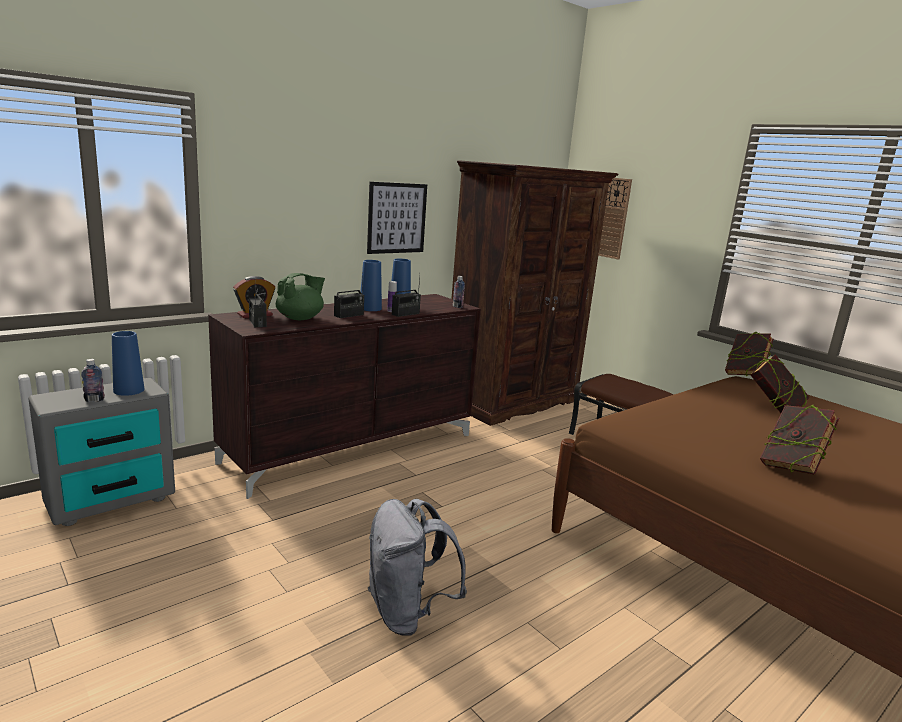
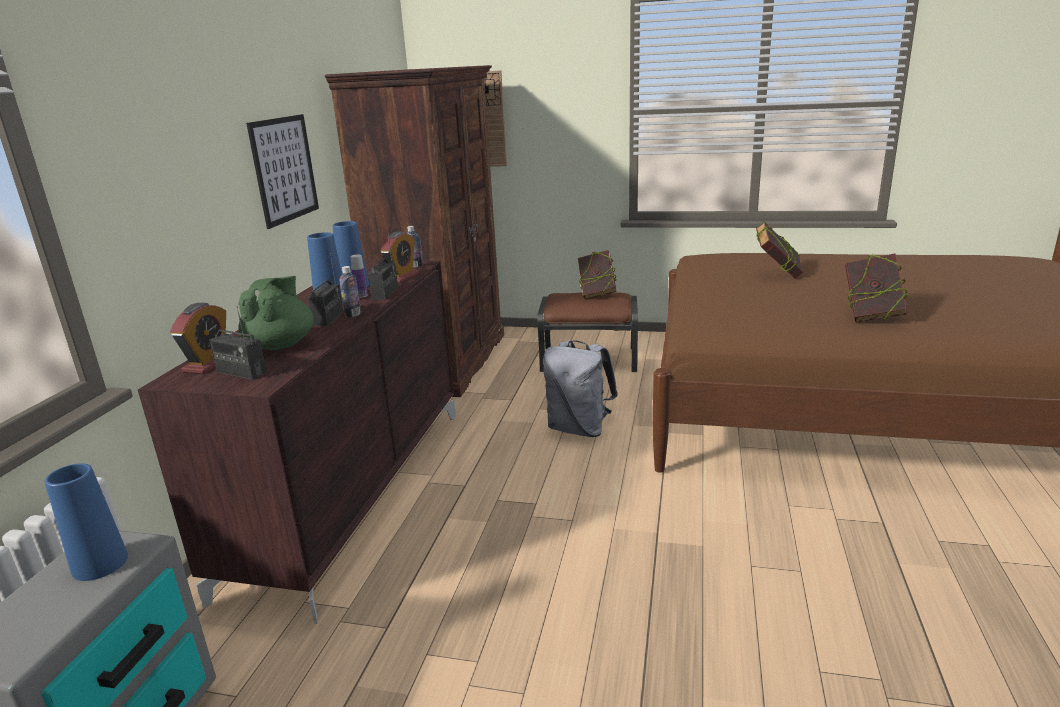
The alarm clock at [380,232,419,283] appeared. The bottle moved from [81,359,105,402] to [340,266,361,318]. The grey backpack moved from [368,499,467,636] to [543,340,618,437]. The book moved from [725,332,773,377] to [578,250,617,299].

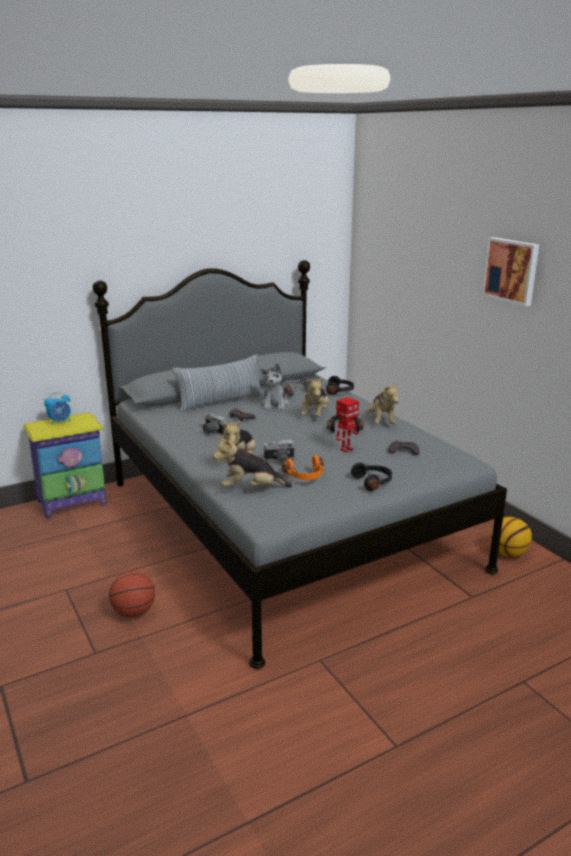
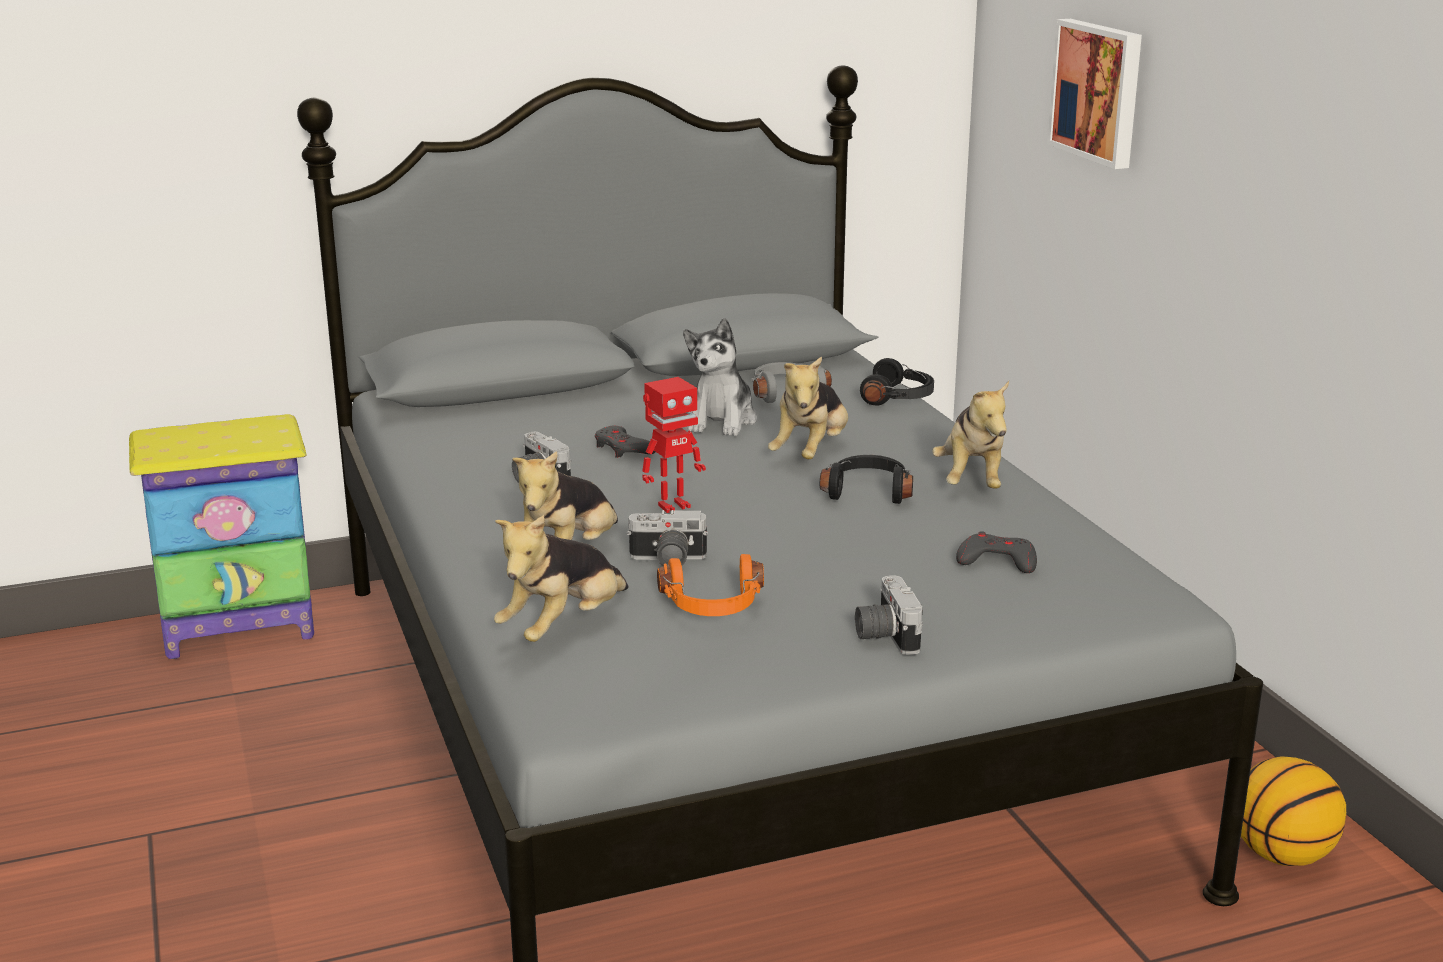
The alarm clock at [44,392,71,425] disappeared. The basketball at [109,571,155,617] disappeared. The pillow at [173,354,264,412] disappeared. The toy robot moved from [336,397,359,453] to [643,377,706,513]. The picture moved from [482,237,539,307] to [1047,19,1142,169]. The black headphones at [351,463,392,491] was replaced by the photo camera at [855,575,923,655]. The plush toy at [213,436,292,487] turned 60 degrees counterclockwise.

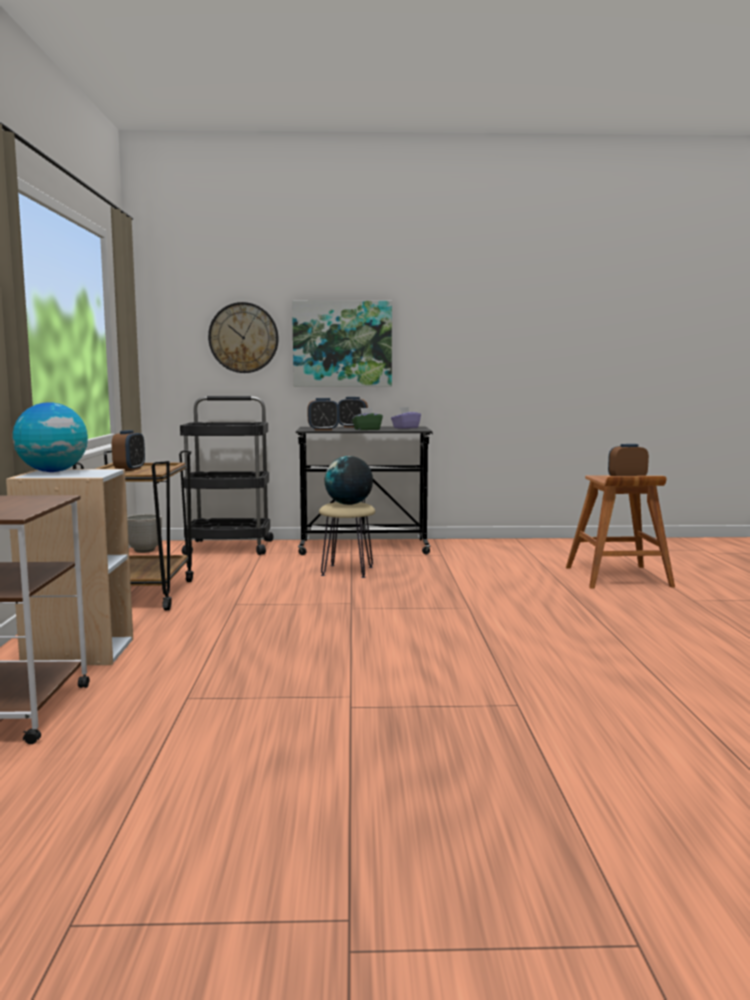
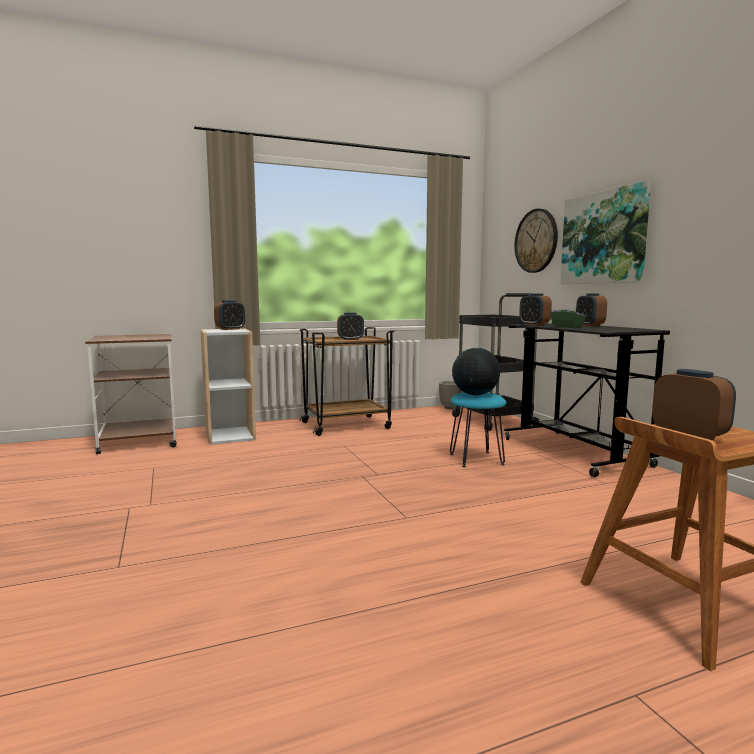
The purple tissue box at [391,407,421,429] disappeared. The globe at [13,402,88,472] was replaced by the alarm clock at [214,300,245,330]. The beige stool at [319,502,375,578] became the turquoise stool at [450,392,506,467].

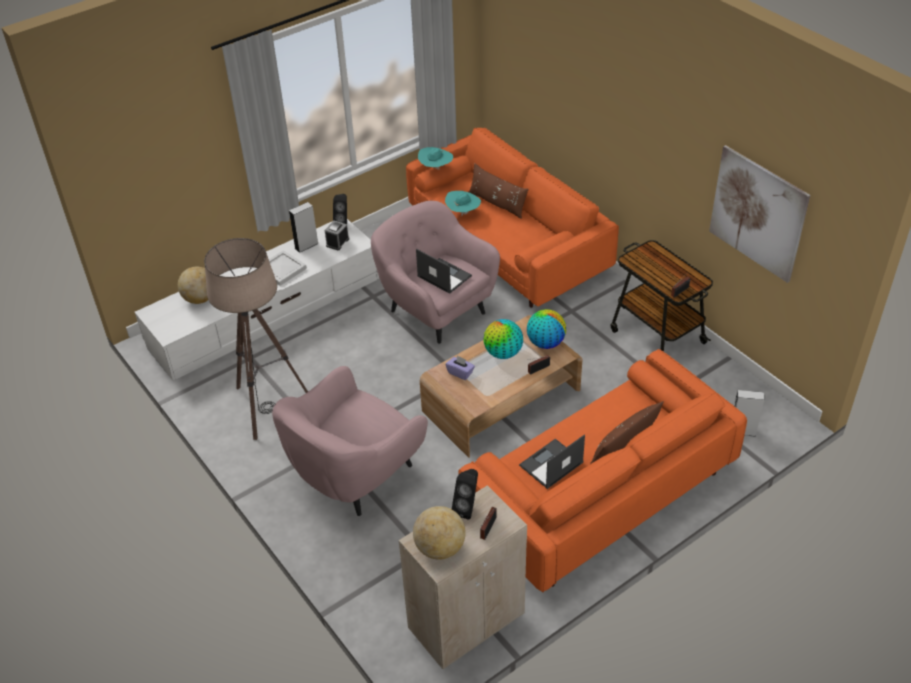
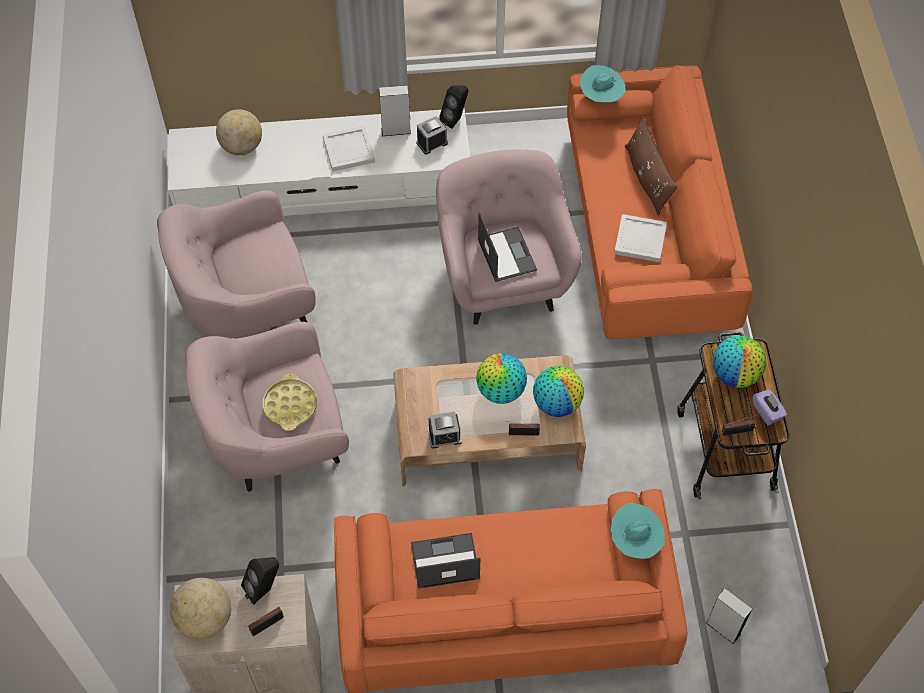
The brown pillow at [590,401,664,464] disappeared. The picture at [709,145,811,283] disappeared. The yellow tray at [263,374,317,431] appeared. The alarm clock at [428,411,462,448] appeared. The white tray at [614,214,667,262] appeared. The globe at [713,336,766,388] appeared. The turquoise hat moved from [445,191,481,216] to [611,503,665,559]. The purple tissue box moved from [446,355,475,380] to [753,389,787,425]. The floor lamp at [204,238,308,440] was replaced by the pink armchair at [157,190,316,338].

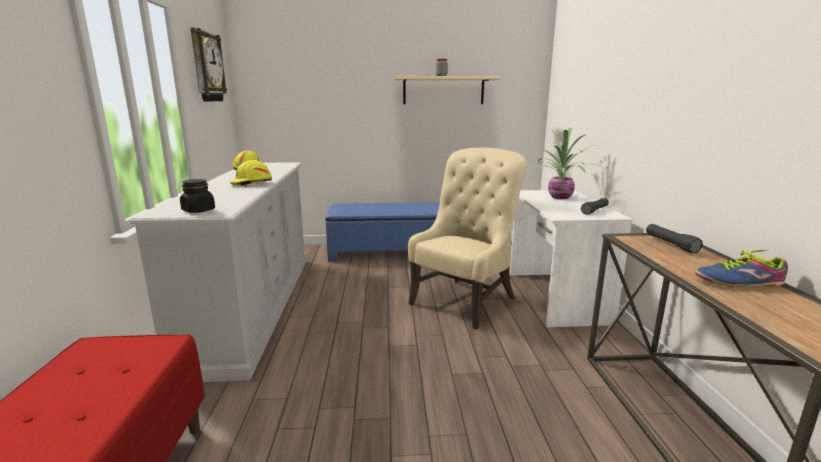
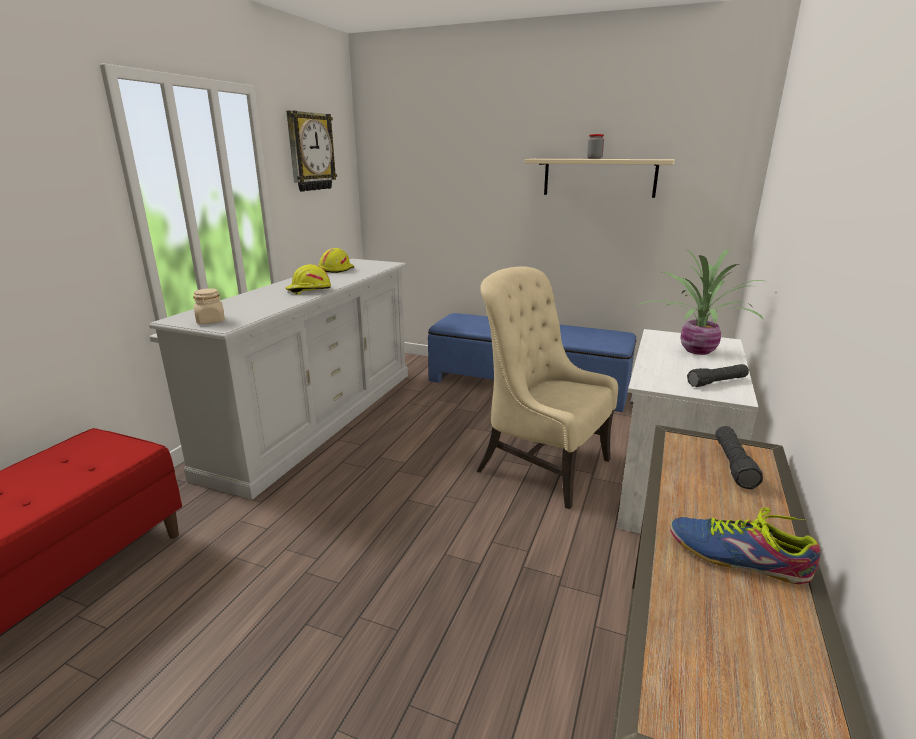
The black jar at [180,179,215,213] became the beige jar at [193,288,225,324]. The beige chair at [408,148,527,330] turned 120 degrees counterclockwise.

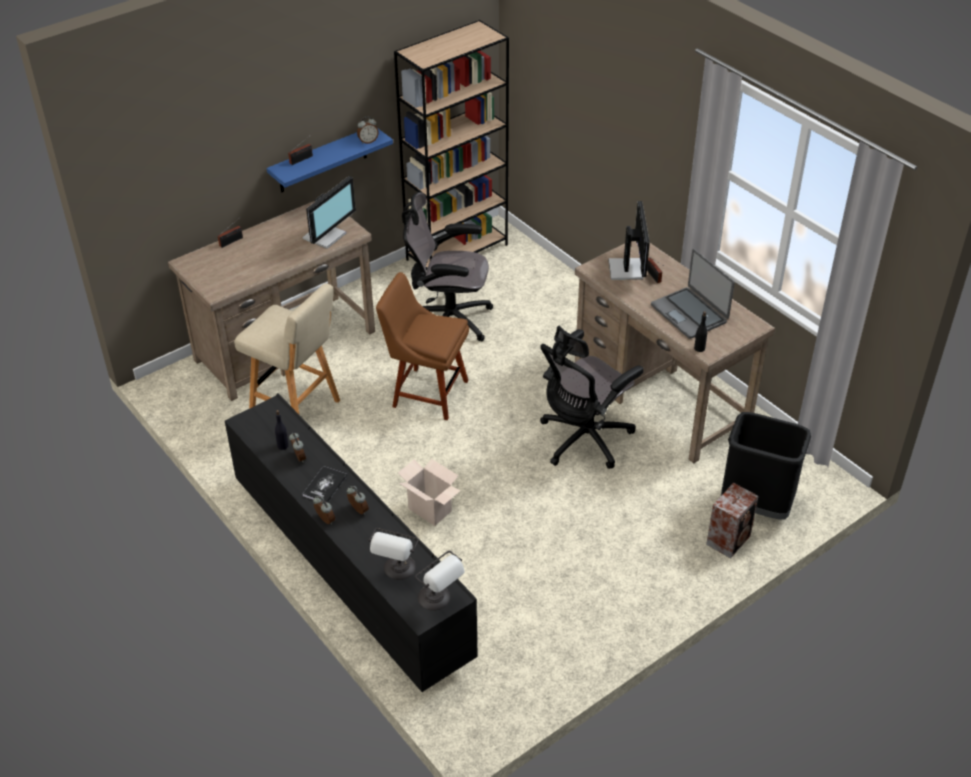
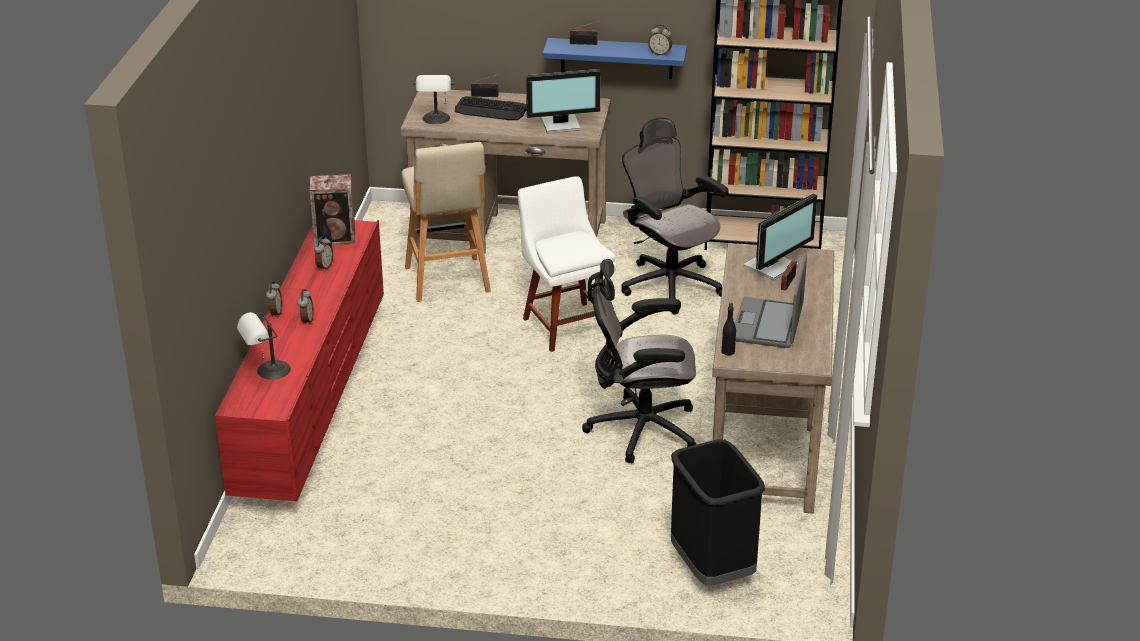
The book at [303,466,347,503] disappeared. The cardboard box at [398,459,460,526] disappeared. The keyboard at [455,96,527,120] appeared. The table lamp moved from [415,551,465,611] to [413,75,455,124]. The speaker moved from [706,483,759,558] to [310,174,355,246]. The black cabinet at [225,393,478,692] became the red cabinet at [215,220,384,502]. The brown chair at [376,272,469,420] became the white chair at [518,176,617,352].

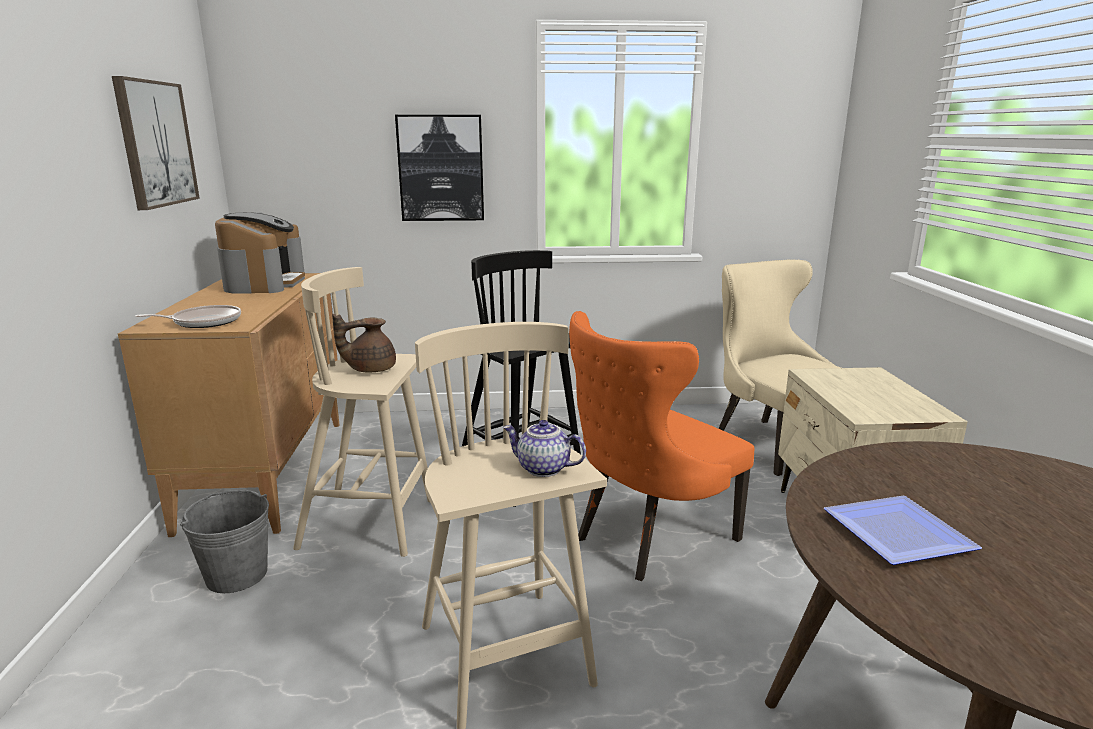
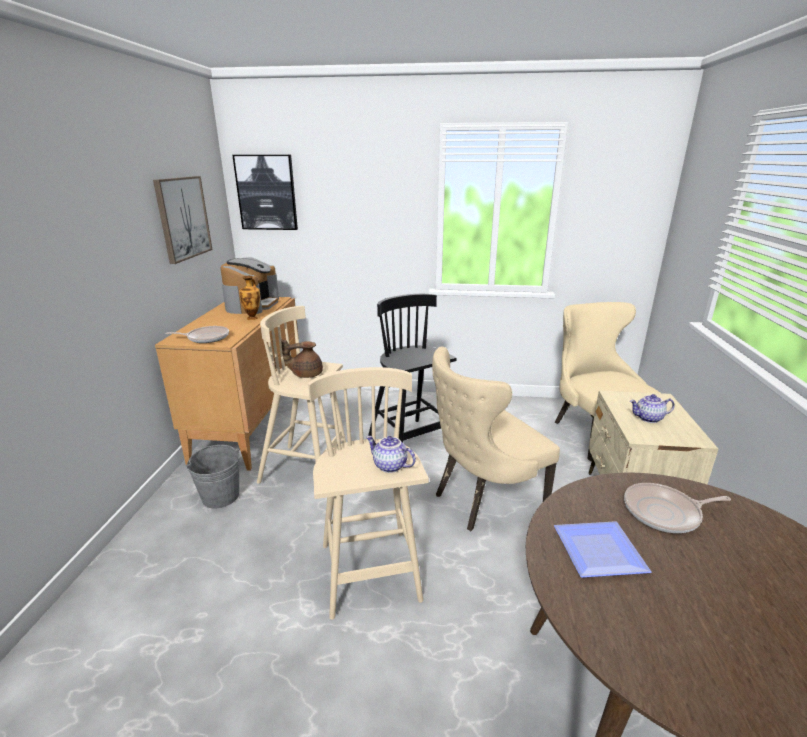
The vase at [239,276,260,320] appeared. The frying pan at [624,483,731,533] appeared. The teapot at [630,394,675,423] appeared. The picture moved from [395,115,484,221] to [232,155,298,230]. The orange chair at [569,311,754,581] became the beige chair at [432,347,560,531].

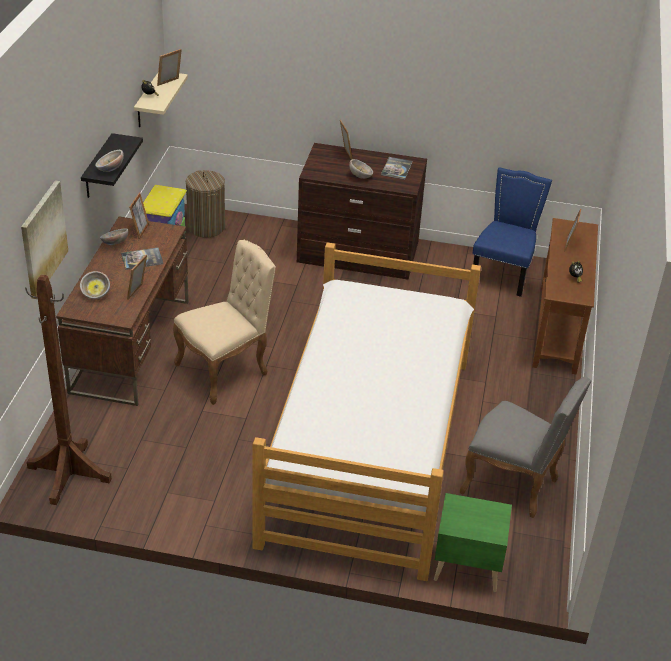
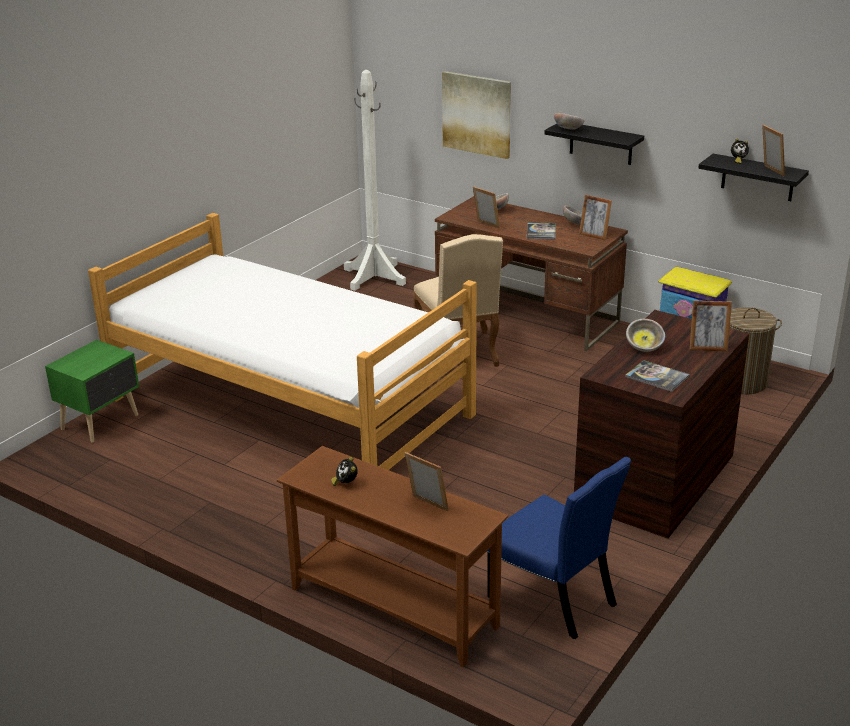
The grey chair at [460,376,591,518] disappeared. The brown clothes rack at [25,274,112,505] became the white clothes rack at [344,70,406,291]. The beige shelf at [134,73,188,127] became the black shelf at [698,154,809,201].

